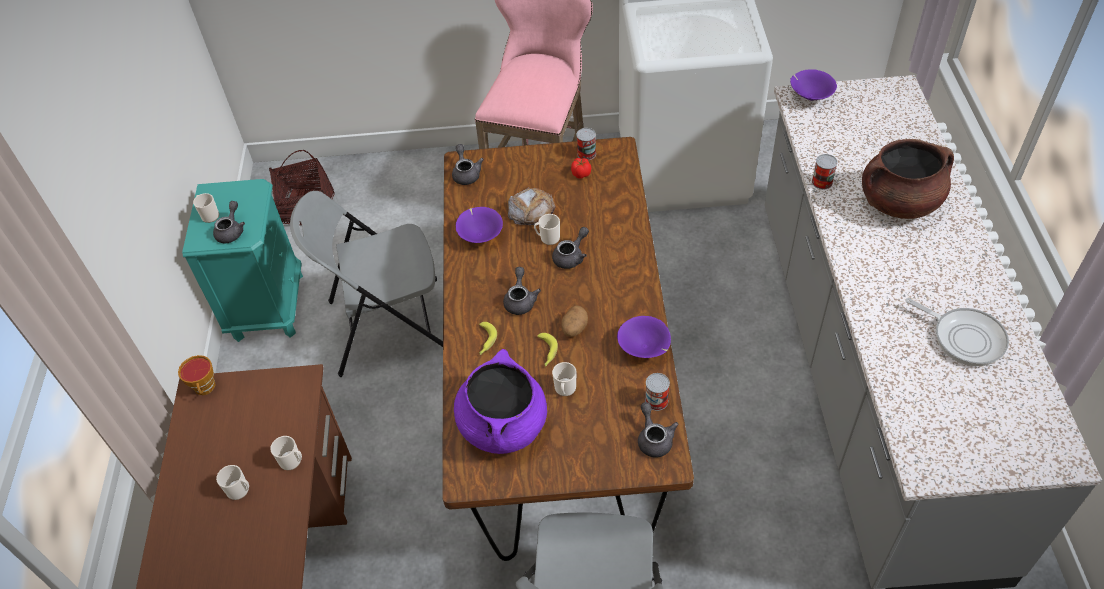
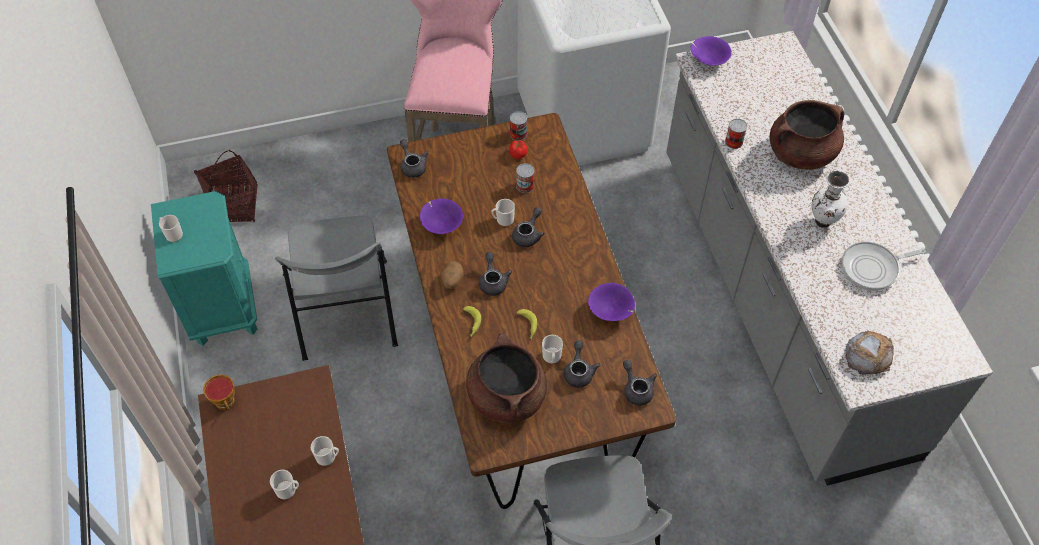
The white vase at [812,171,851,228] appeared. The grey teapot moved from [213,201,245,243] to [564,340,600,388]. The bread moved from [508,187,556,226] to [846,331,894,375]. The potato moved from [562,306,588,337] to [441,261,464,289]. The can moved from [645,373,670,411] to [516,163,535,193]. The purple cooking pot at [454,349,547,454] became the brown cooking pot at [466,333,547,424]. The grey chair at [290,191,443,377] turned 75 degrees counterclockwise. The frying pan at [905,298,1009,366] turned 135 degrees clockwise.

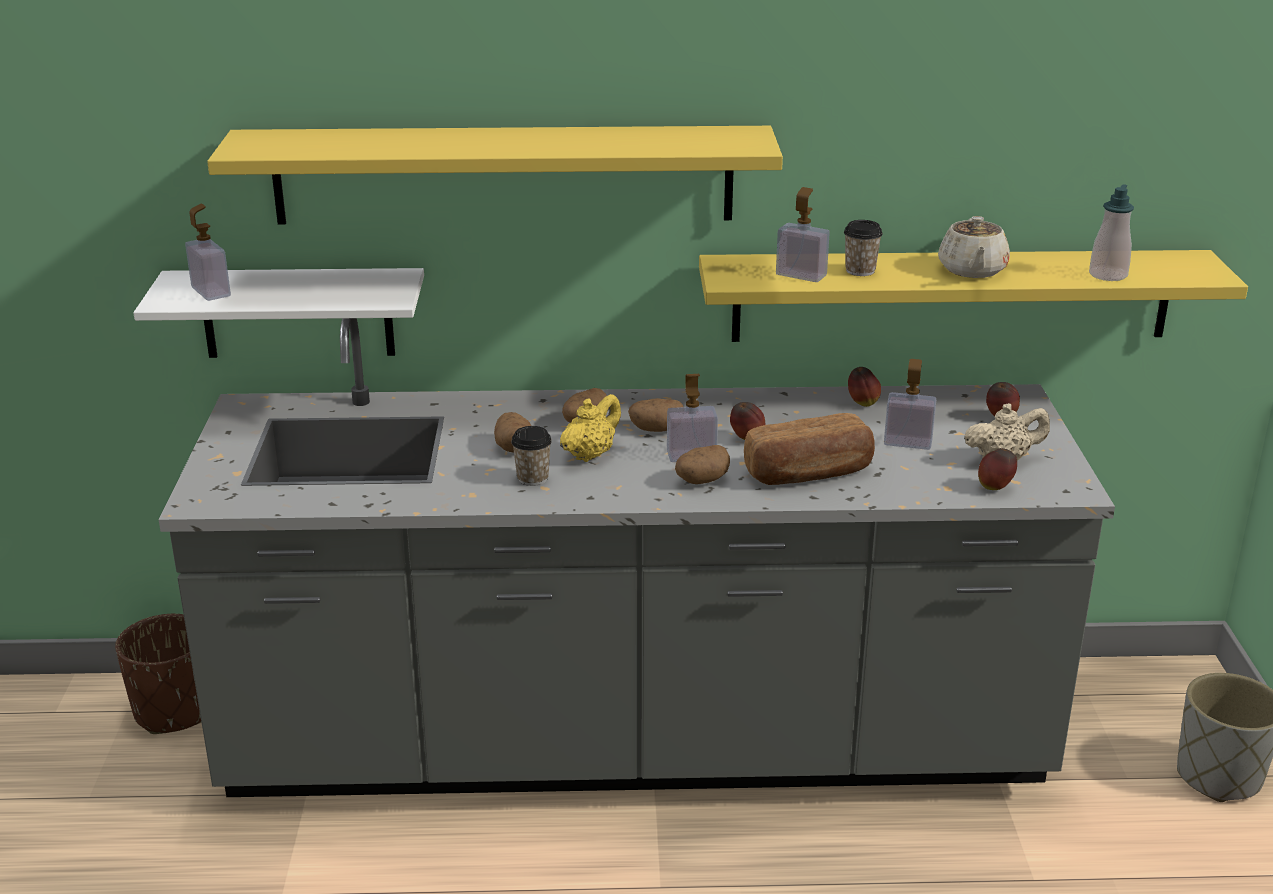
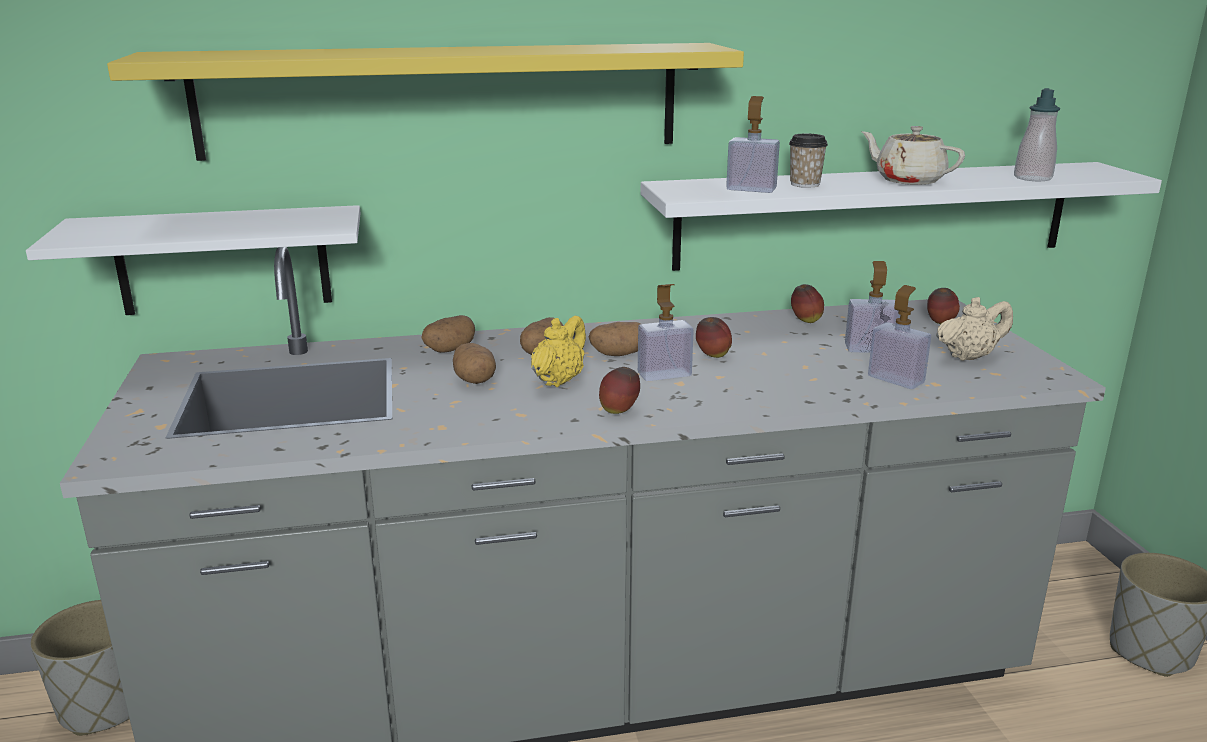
The cup at [511,426,552,486] disappeared. The bread at [744,413,875,485] disappeared. The soap dispenser moved from [185,204,231,301] to [868,285,931,389]. The potato moved from [675,445,730,484] to [421,315,475,353]. The apple moved from [978,448,1017,490] to [599,367,640,414]. The brown planter at [115,614,201,734] became the grey planter at [31,600,129,736]. The yellow shelf at [699,250,1248,342] became the white shelf at [641,162,1162,271]. The beige teapot at [938,216,1010,278] turned 135 degrees clockwise.

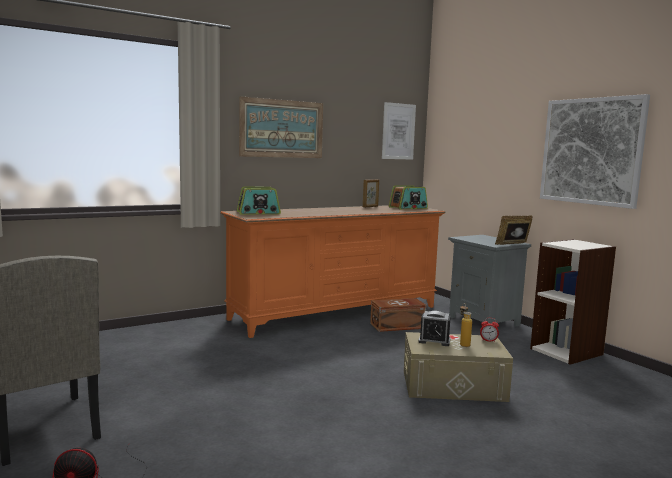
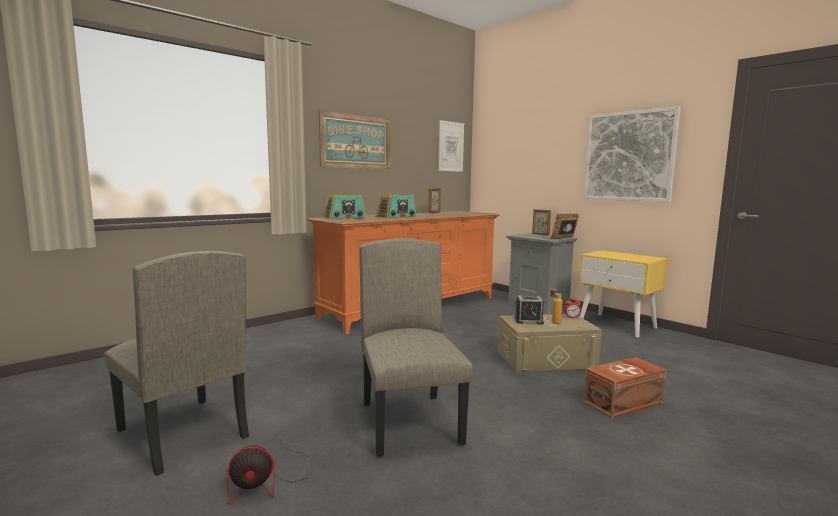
The beige chair at [359,238,473,456] appeared. The picture frame at [532,209,551,235] appeared. The brown storage box moved from [370,298,427,332] to [583,357,666,418]. The radio moved from [389,185,428,209] to [376,194,416,219]. The bookcase at [530,239,616,365] was replaced by the yellow nightstand at [579,250,668,338].

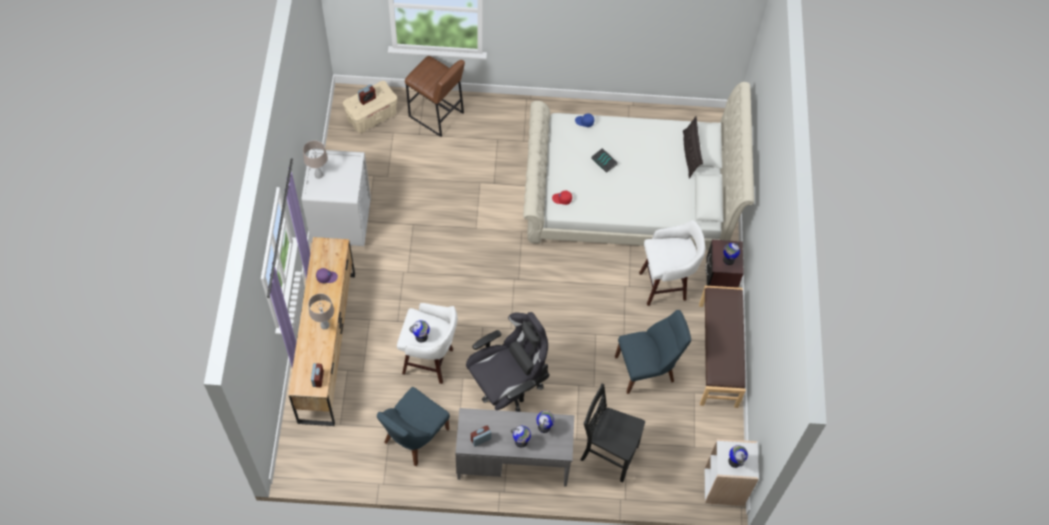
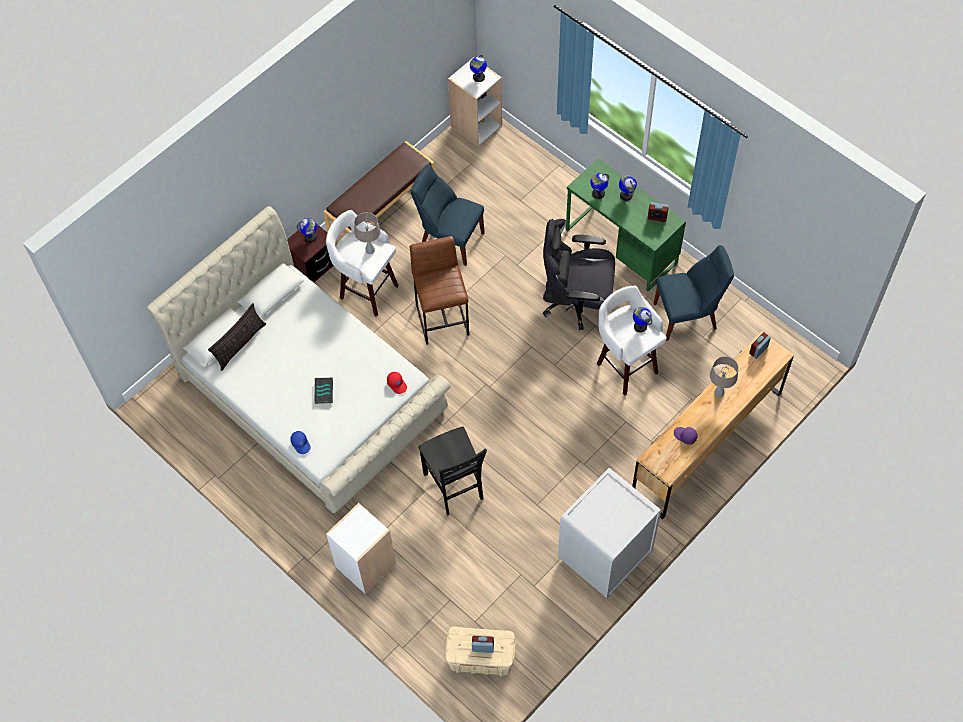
The bookcase at [326,503,396,594] appeared. The beige table lamp moved from [303,140,328,179] to [354,212,381,254]. The brown stool moved from [405,56,465,137] to [410,236,469,345]. The black chair moved from [581,383,645,482] to [418,426,487,516]. The grey desk at [455,408,574,487] became the green desk at [566,158,686,291].

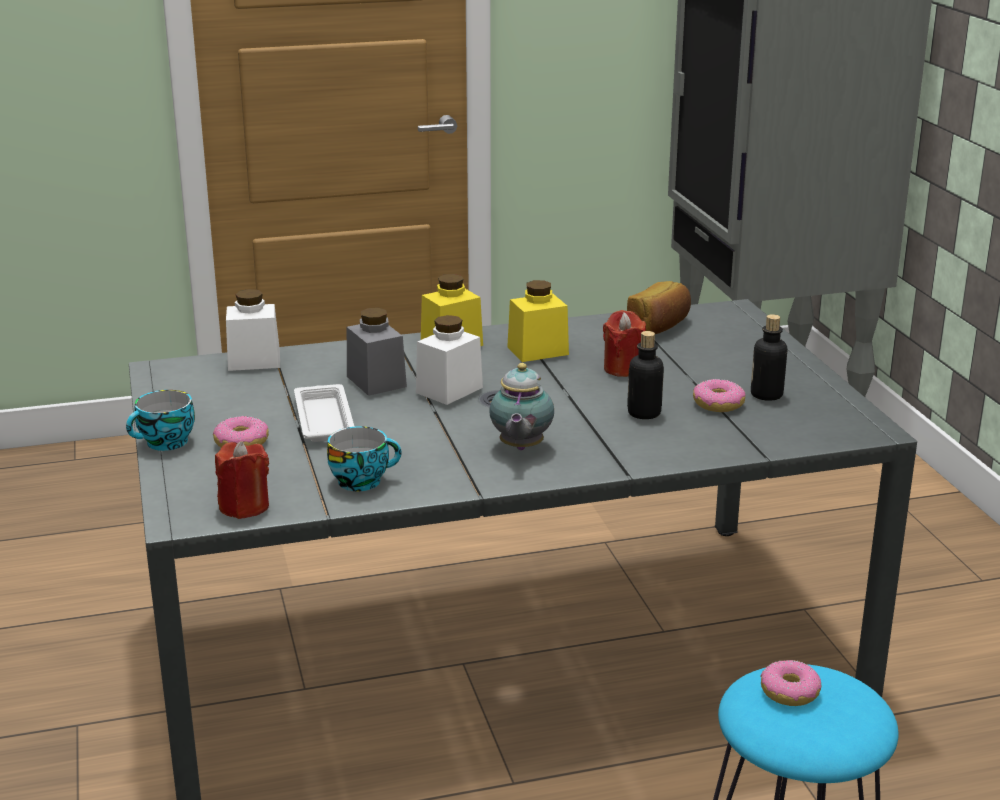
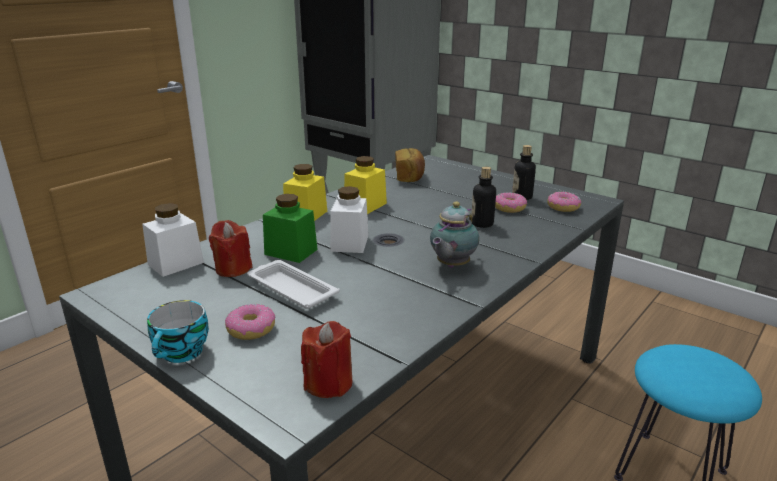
The cup at [327,426,402,491] disappeared. The red candle moved from [603,310,646,377] to [209,220,252,277]. The donut moved from [761,660,821,706] to [547,192,581,212]. The grey jar at [347,308,407,396] became the green jar at [263,194,318,263]. The teapot at [489,363,554,450] turned 60 degrees clockwise.

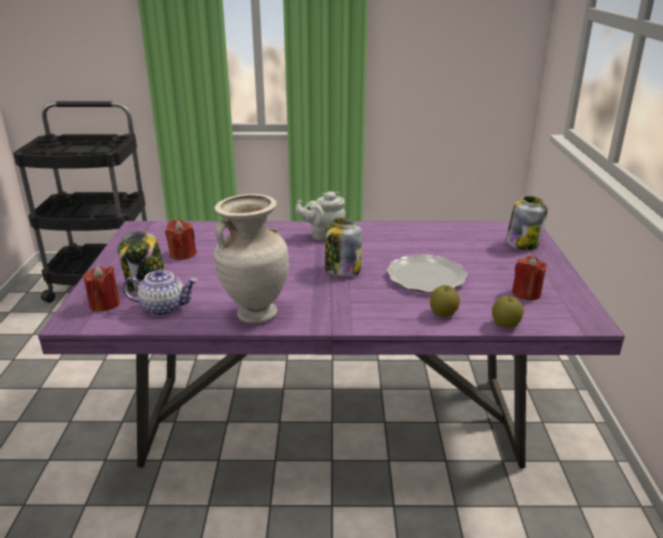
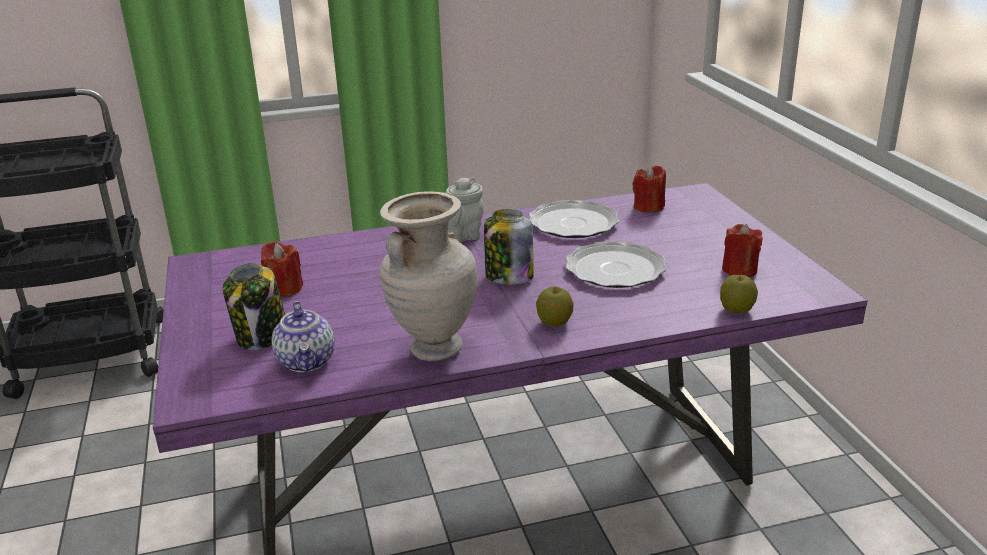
The jar at [506,196,548,250] disappeared. The plate at [529,200,619,238] appeared. The red candle moved from [83,265,120,312] to [632,165,666,213]. The apple moved from [430,285,460,317] to [536,286,574,326]. The teapot at [123,269,198,316] turned 90 degrees clockwise.

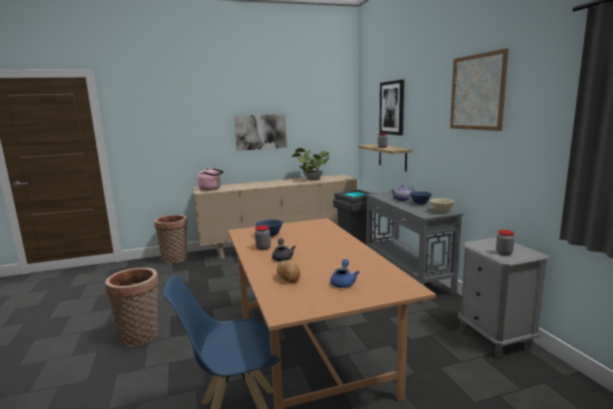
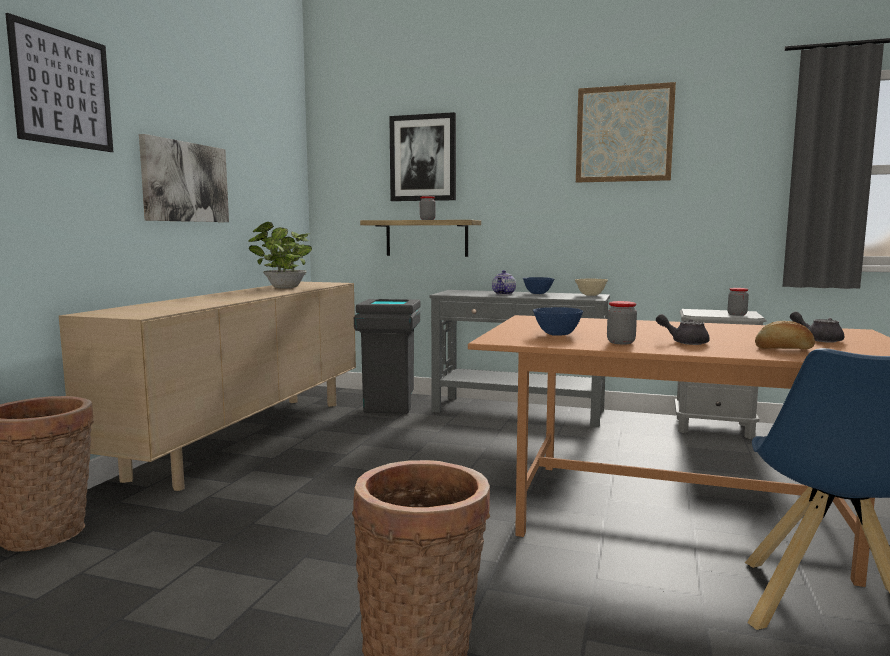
The pink kettle at [198,168,224,191] disappeared. The picture at [5,13,113,152] appeared. The blue teapot at [330,259,359,288] became the grey teapot at [790,311,844,343].

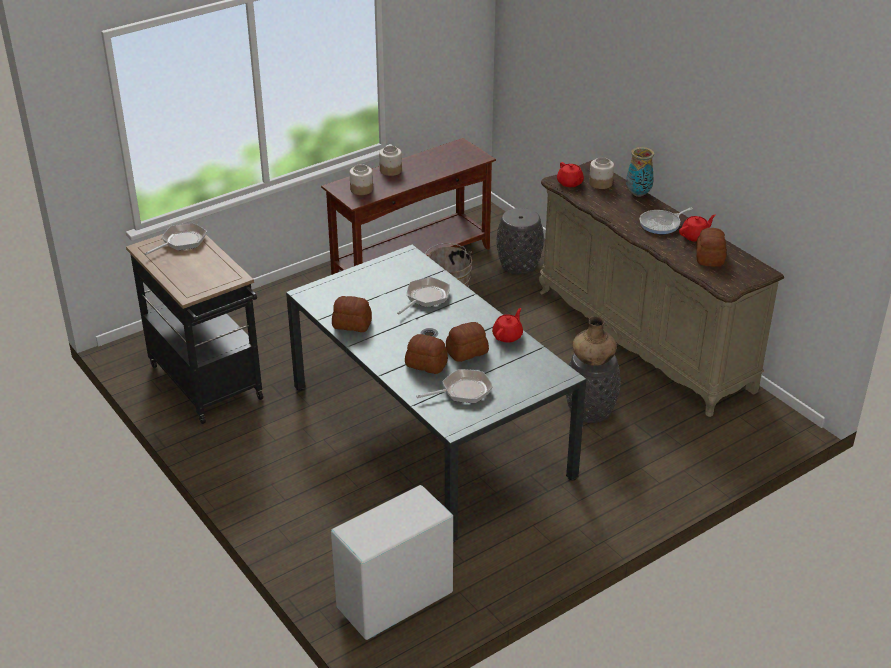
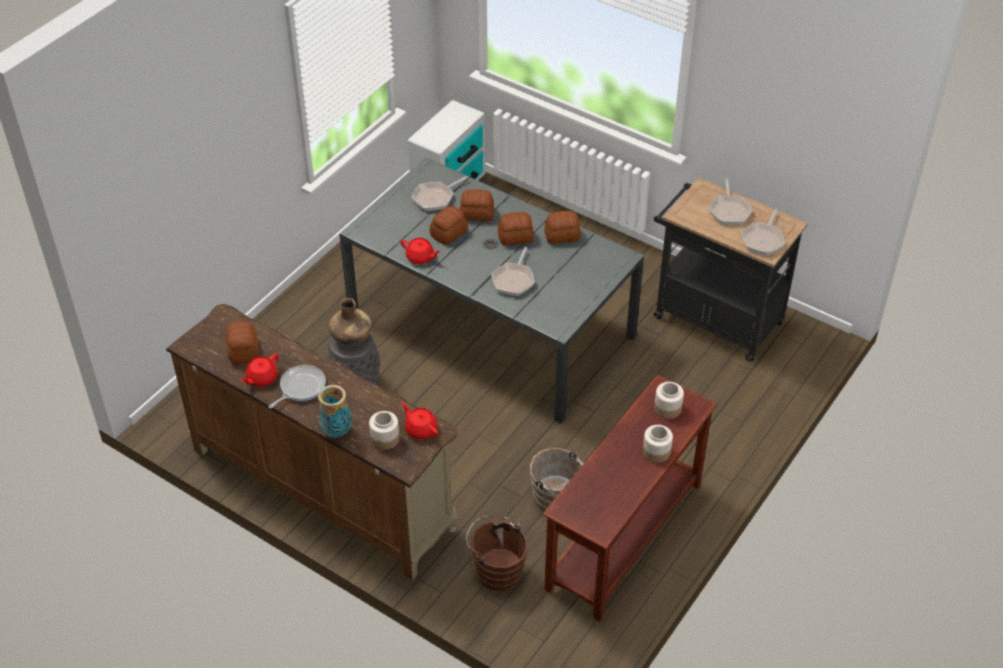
The bread at [498,212,534,246] appeared. The frying pan at [708,178,753,225] appeared. The grey stool at [496,208,544,275] was replaced by the brown bucket at [466,515,528,591]. The red teapot at [492,308,523,343] turned 75 degrees counterclockwise.

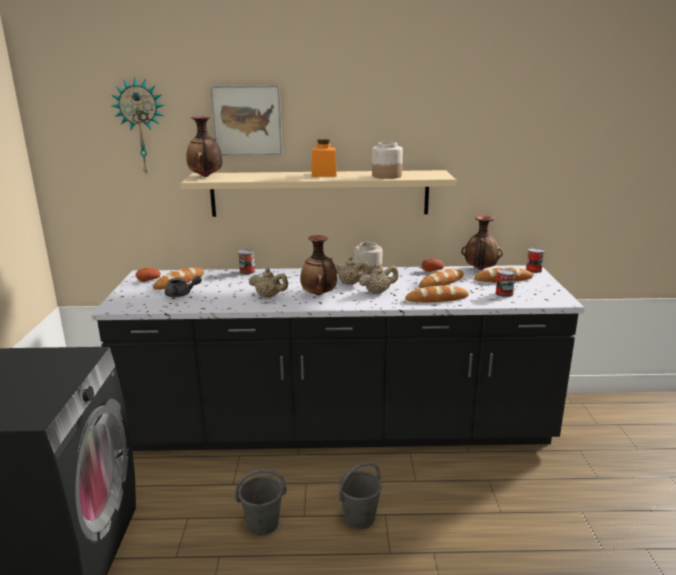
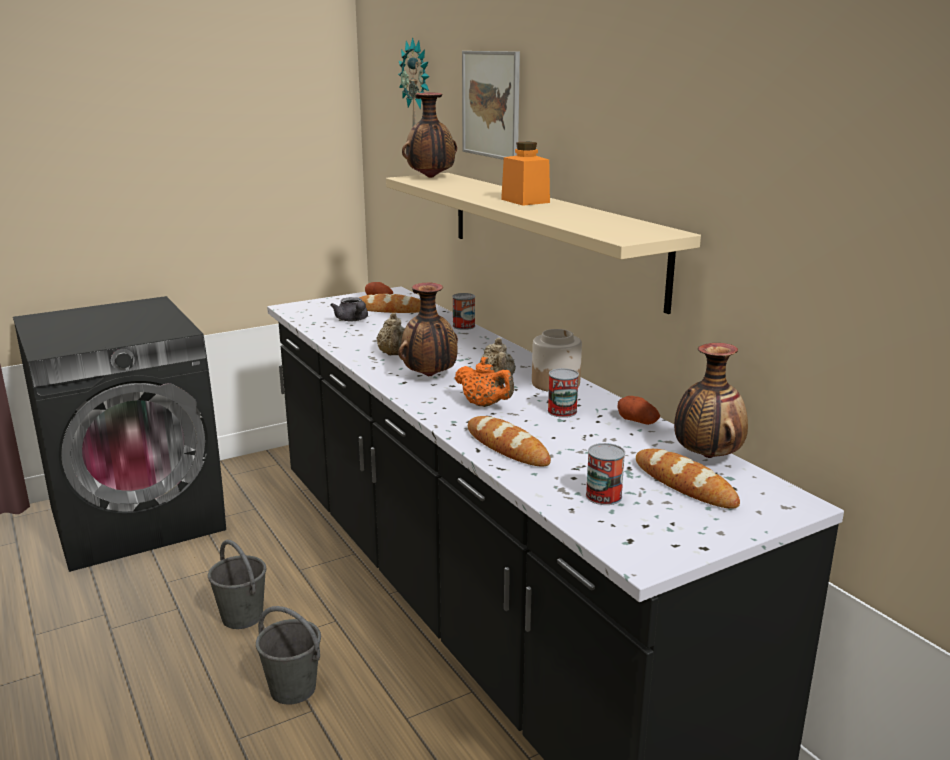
The jar at [372,142,403,179] disappeared. The bread at [419,269,464,288] disappeared. The can moved from [526,248,545,273] to [548,368,579,418]. The beige teapot at [359,264,398,294] became the orange teapot at [455,357,514,407].

